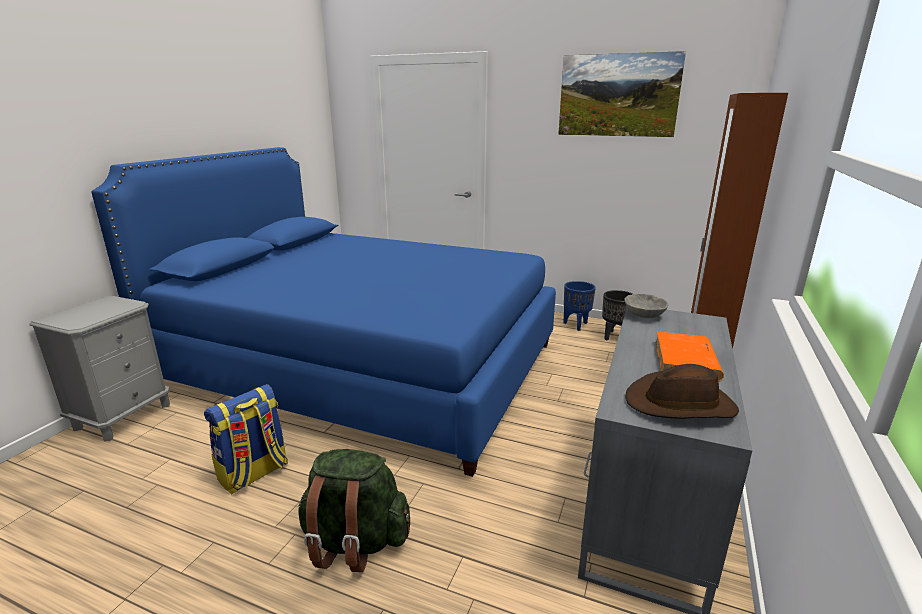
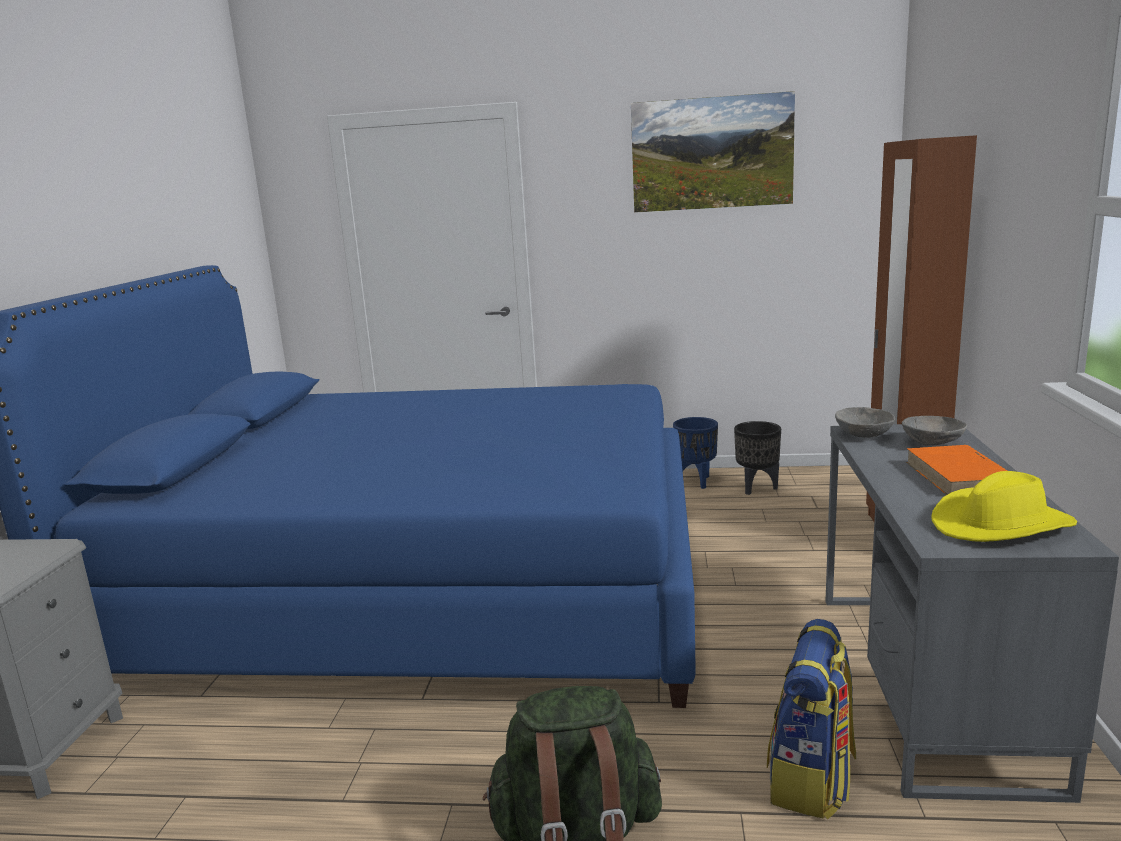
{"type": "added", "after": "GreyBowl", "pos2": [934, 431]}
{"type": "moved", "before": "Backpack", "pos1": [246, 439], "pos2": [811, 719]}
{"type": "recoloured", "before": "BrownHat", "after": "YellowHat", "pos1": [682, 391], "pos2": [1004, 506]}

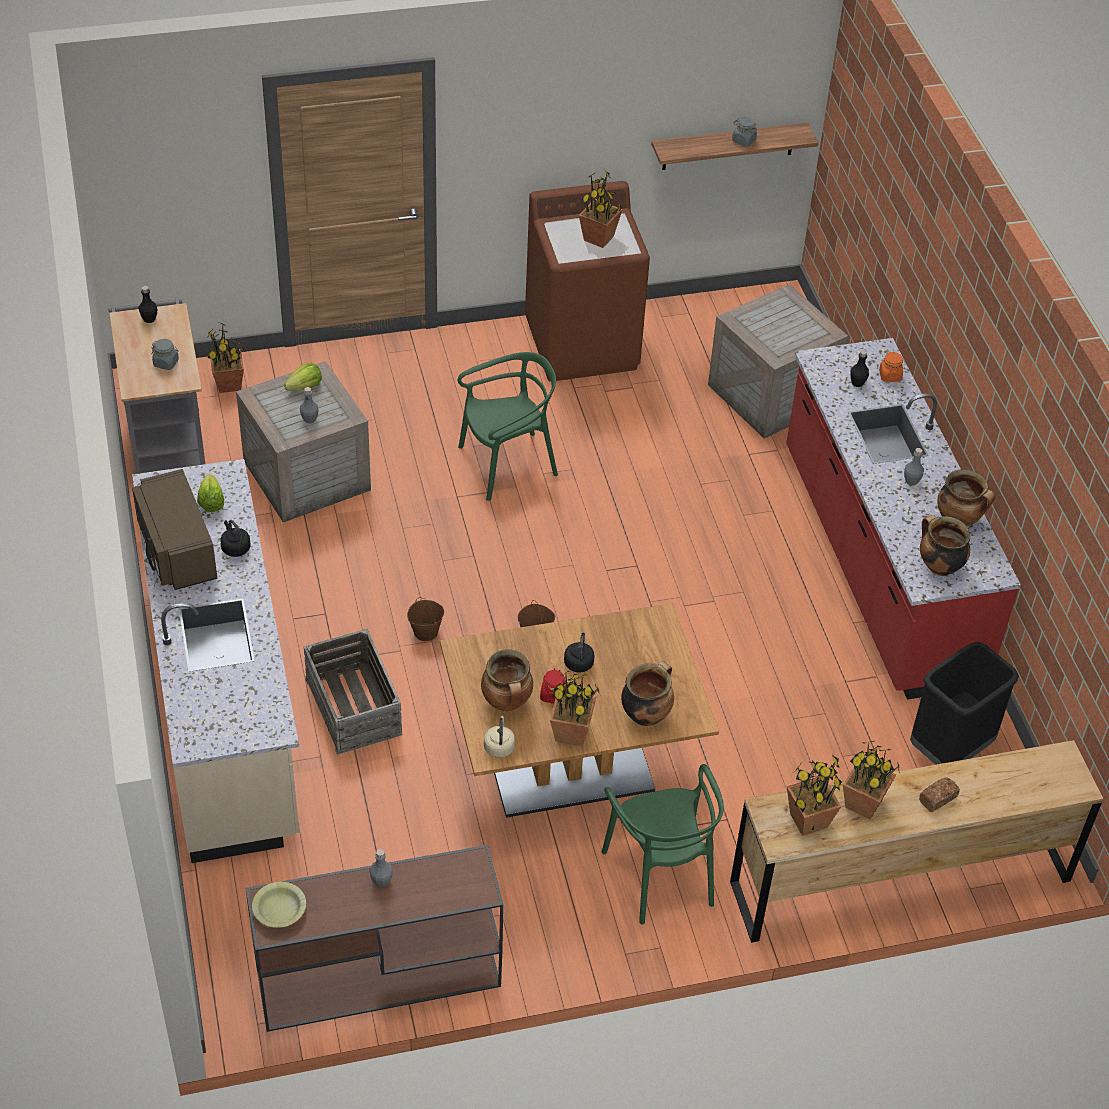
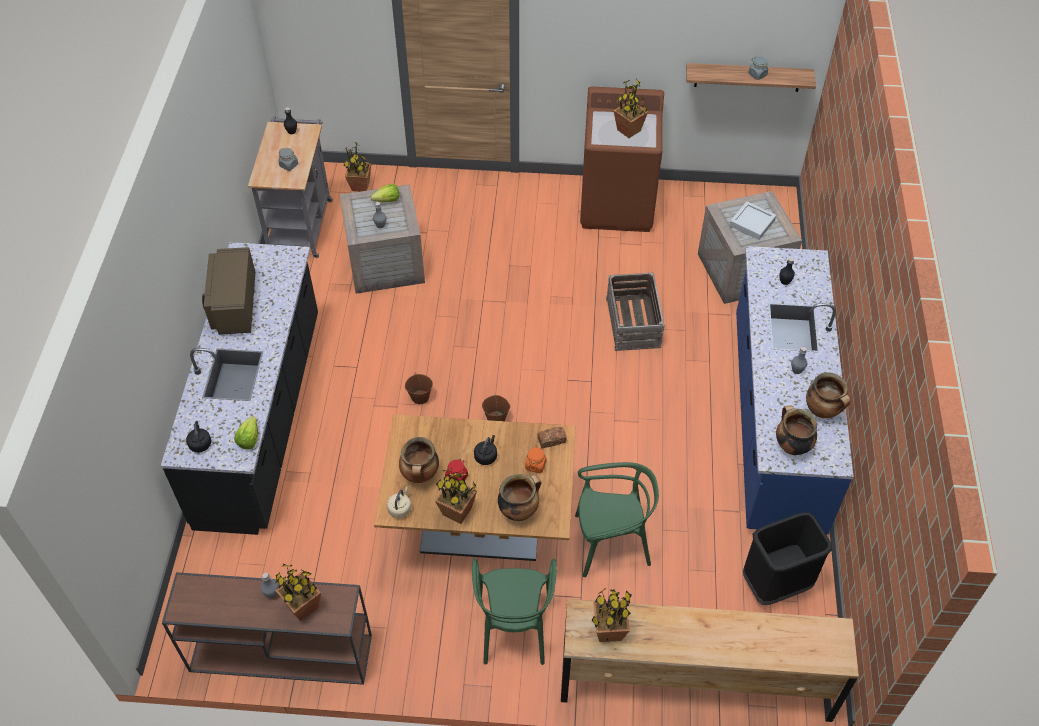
{"type": "removed", "before": "YellowBowl", "pos1": [279, 905]}
{"type": "added", "after": "GreyTray", "pos2": [753, 220]}
{"type": "moved", "before": "Lettuce", "pos1": [210, 493], "pos2": [246, 432]}
{"type": "moved", "before": "BlackKettle", "pos1": [235, 538], "pos2": [198, 437]}
{"type": "moved", "before": "Crate", "pos1": [353, 692], "pos2": [635, 311]}
{"type": "moved", "before": "GreenChair", "pos1": [508, 426], "pos2": [617, 519]}
{"type": "moved", "before": "PottedPlant", "pos1": [871, 780], "pos2": [298, 592]}
{"type": "moved", "before": "OrangeJar", "pos1": [891, 366], "pos2": [535, 459]}
{"type": "moved", "before": "Bread", "pos1": [939, 795], "pos2": [552, 438]}
{"type": "recoloured", "before": "BeigeCounter", "after": "BlackCounter", "pos1": [215, 661], "pos2": [239, 388]}
{"type": "recoloured", "before": "RedCounter", "after": "BlueCounter", "pos1": [903, 519], "pos2": [795, 390]}

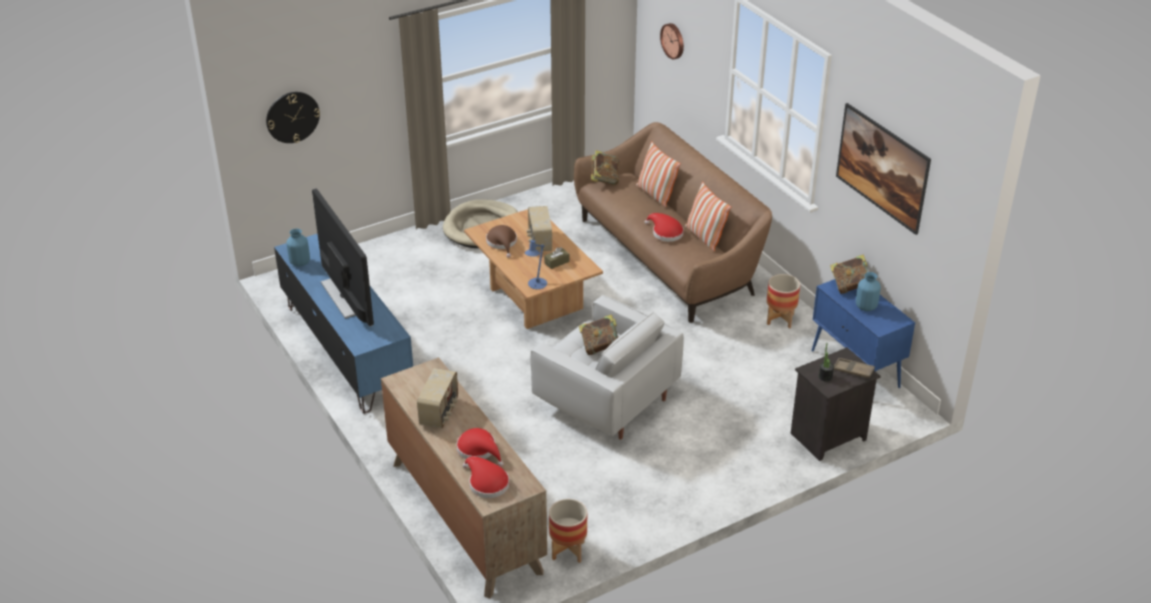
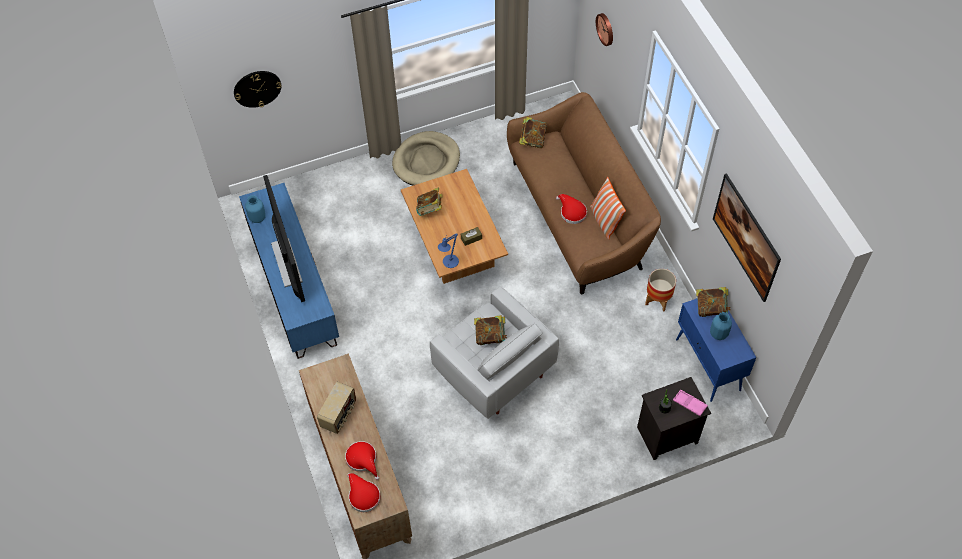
{"type": "removed", "before": "Radio", "pos1": [539, 229]}
{"type": "removed", "before": "Planter", "pos1": [568, 531]}
{"type": "removed", "before": "Pillow", "pos1": [658, 174]}
{"type": "replaced", "before": "BrownHat", "after": "Book", "pos1": [501, 241], "pos2": [429, 201]}
{"type": "recoloured", "before": "BrownTray", "after": "PinkTray", "pos1": [854, 368], "pos2": [690, 403]}

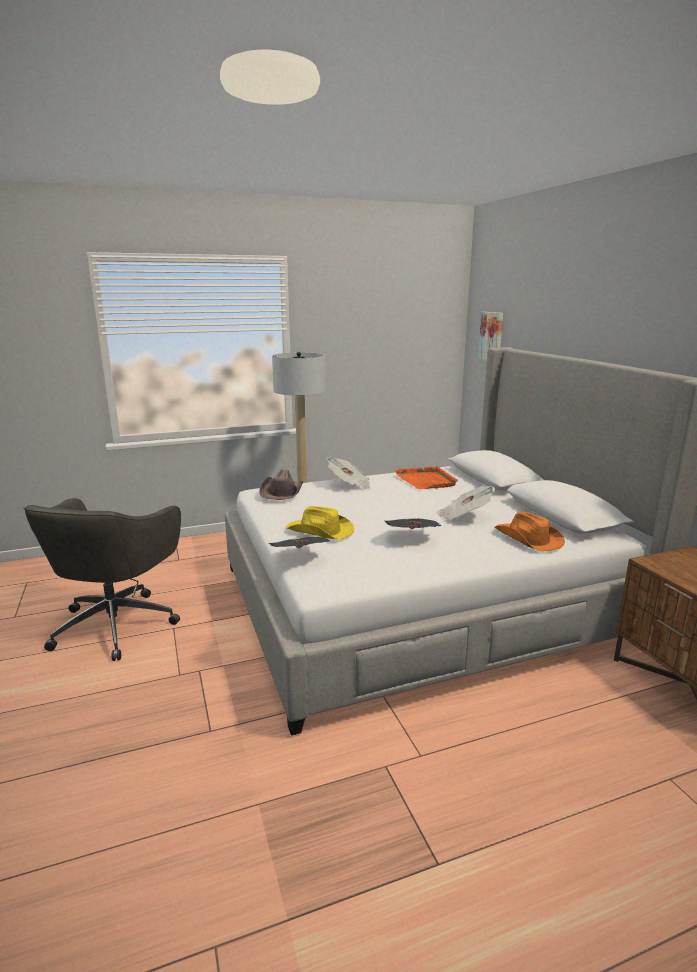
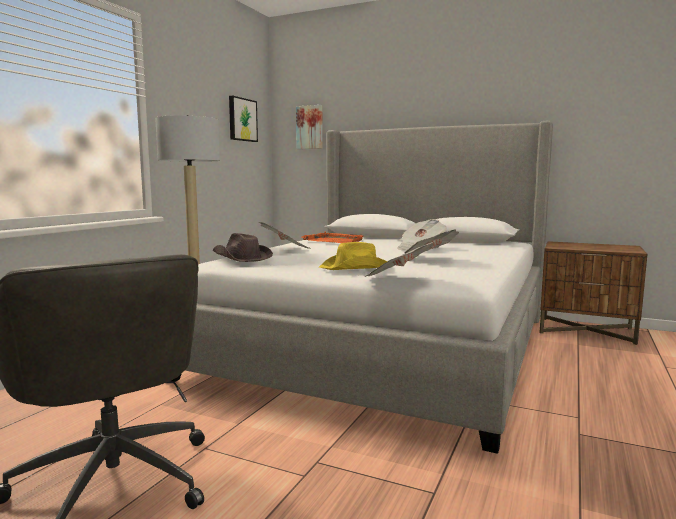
{"type": "removed", "before": "OrangeHat", "pos1": [530, 531]}
{"type": "added", "after": "Picture", "pos2": [243, 119]}

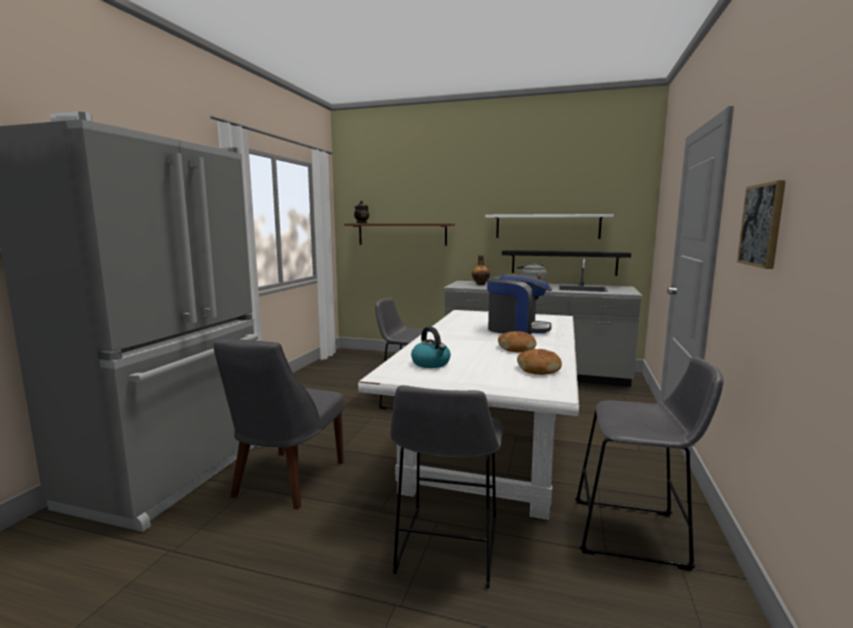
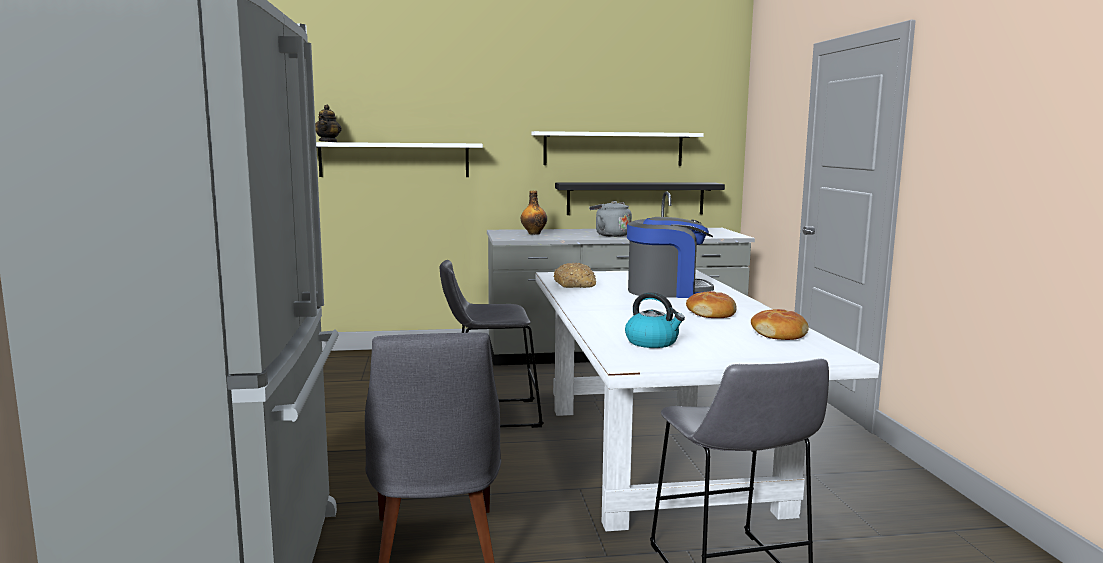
{"type": "removed", "before": "GreyStool", "pos1": [649, 464]}
{"type": "removed", "before": "Picture", "pos1": [761, 224]}
{"type": "added", "after": "Bread", "pos2": [575, 275]}
{"type": "recoloured", "before": "BrownShelf", "after": "WhiteShelf", "pos1": [399, 234], "pos2": [399, 159]}

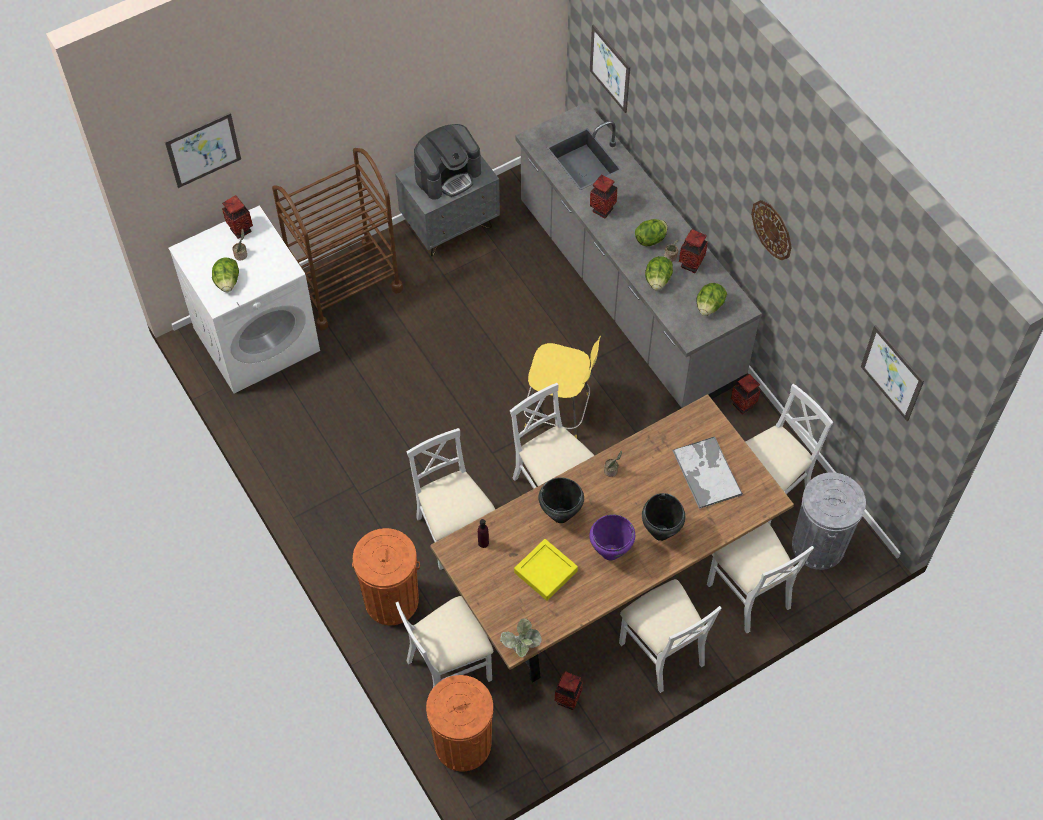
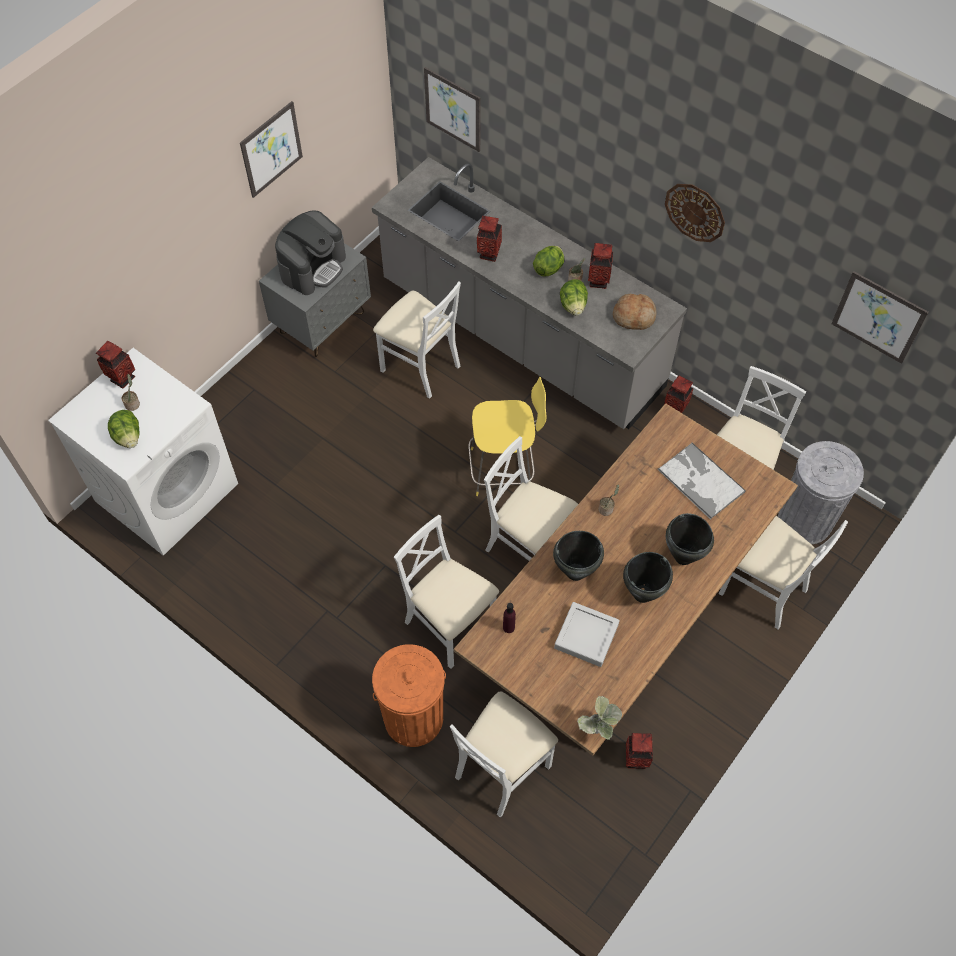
{"type": "removed", "before": "BrownCart", "pos1": [337, 239]}
{"type": "removed", "before": "OrangeTrashCan", "pos1": [459, 723]}
{"type": "moved", "before": "Picture", "pos1": [203, 150], "pos2": [271, 149]}
{"type": "moved", "before": "WhiteChair", "pos1": [670, 636], "pos2": [417, 340]}
{"type": "replaced", "before": "Lettuce", "after": "Bread", "pos1": [711, 299], "pos2": [634, 312]}
{"type": "recoloured", "before": "YellowTray", "after": "GreyTray", "pos1": [546, 570], "pos2": [587, 634]}
{"type": "recoloured", "before": "PurpleCookingPot", "after": "BlackCookingPot", "pos1": [612, 537], "pos2": [648, 577]}

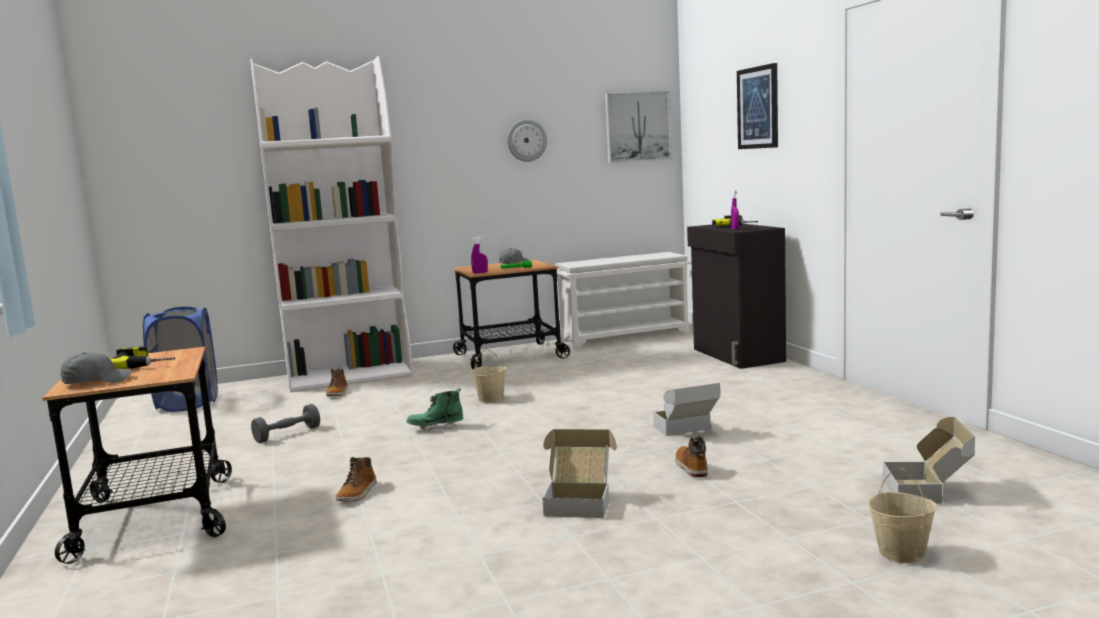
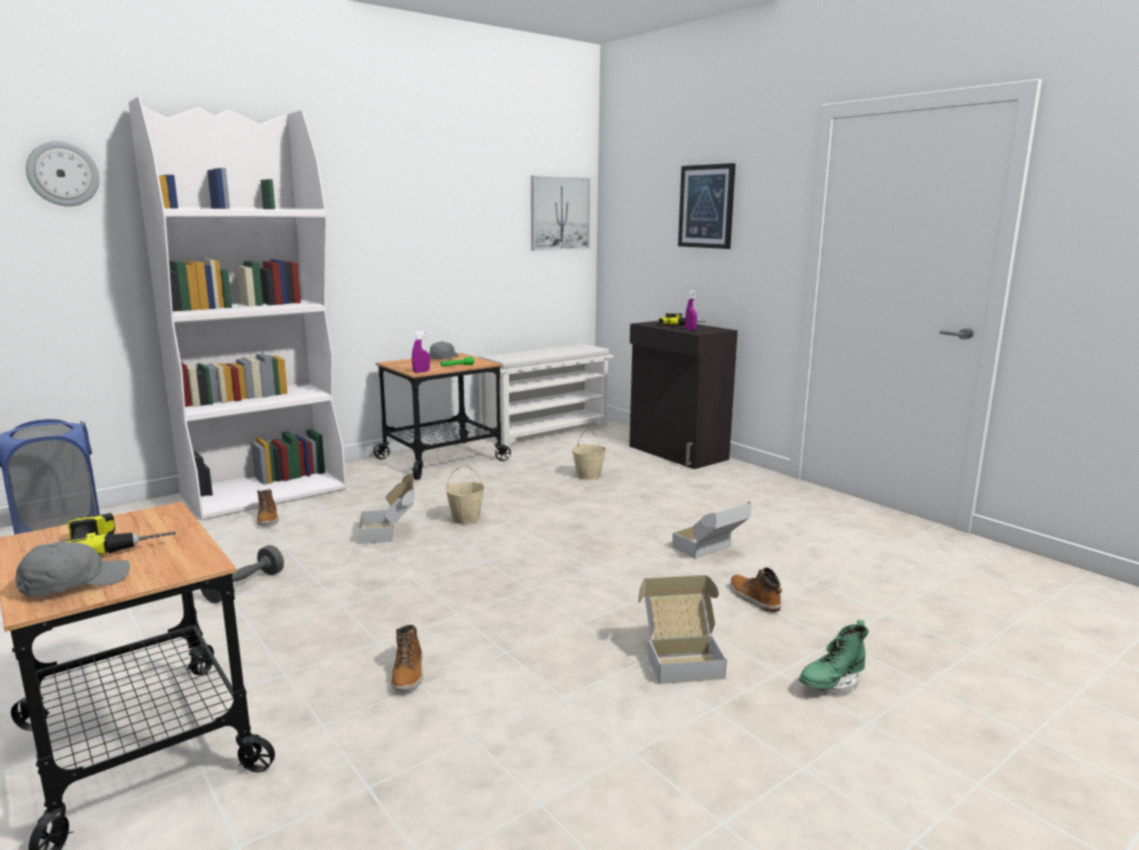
{"type": "moved", "before": "GreenBoot", "pos1": [434, 409], "pos2": [834, 657]}
{"type": "moved", "before": "WallClock", "pos1": [527, 140], "pos2": [63, 173]}
{"type": "moved", "before": "BeigeBucket", "pos1": [902, 515], "pos2": [589, 454]}
{"type": "moved", "before": "CardboardBox", "pos1": [929, 460], "pos2": [386, 509]}

